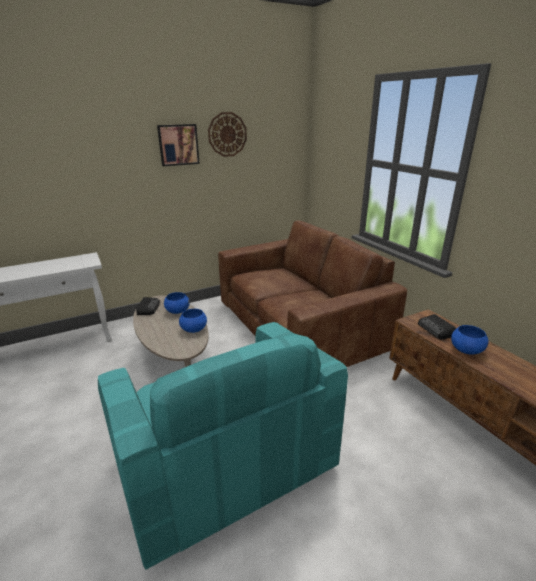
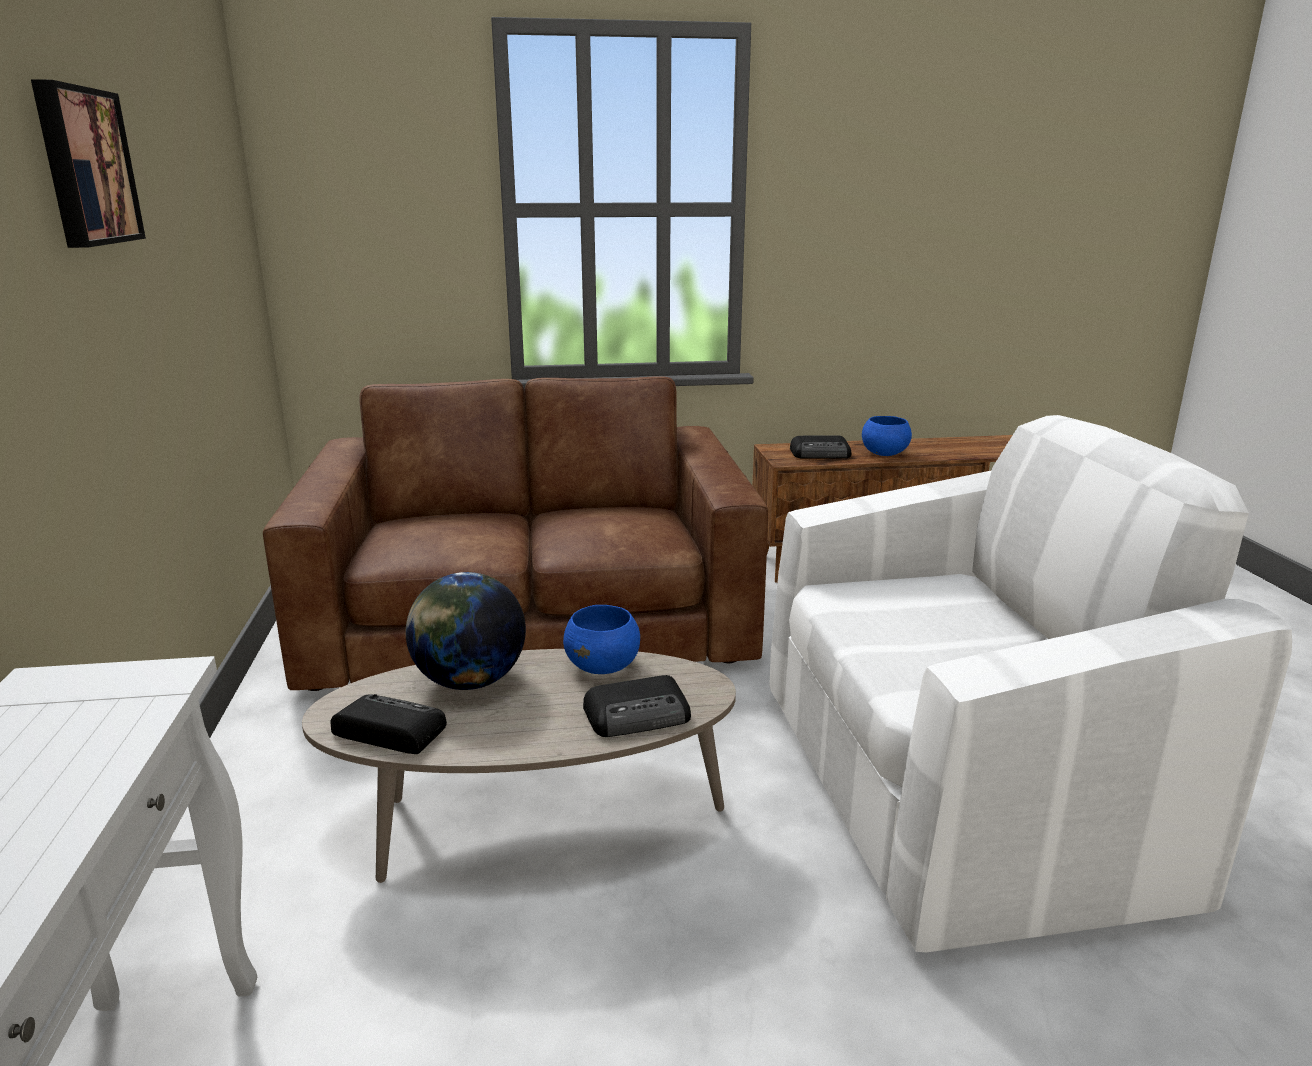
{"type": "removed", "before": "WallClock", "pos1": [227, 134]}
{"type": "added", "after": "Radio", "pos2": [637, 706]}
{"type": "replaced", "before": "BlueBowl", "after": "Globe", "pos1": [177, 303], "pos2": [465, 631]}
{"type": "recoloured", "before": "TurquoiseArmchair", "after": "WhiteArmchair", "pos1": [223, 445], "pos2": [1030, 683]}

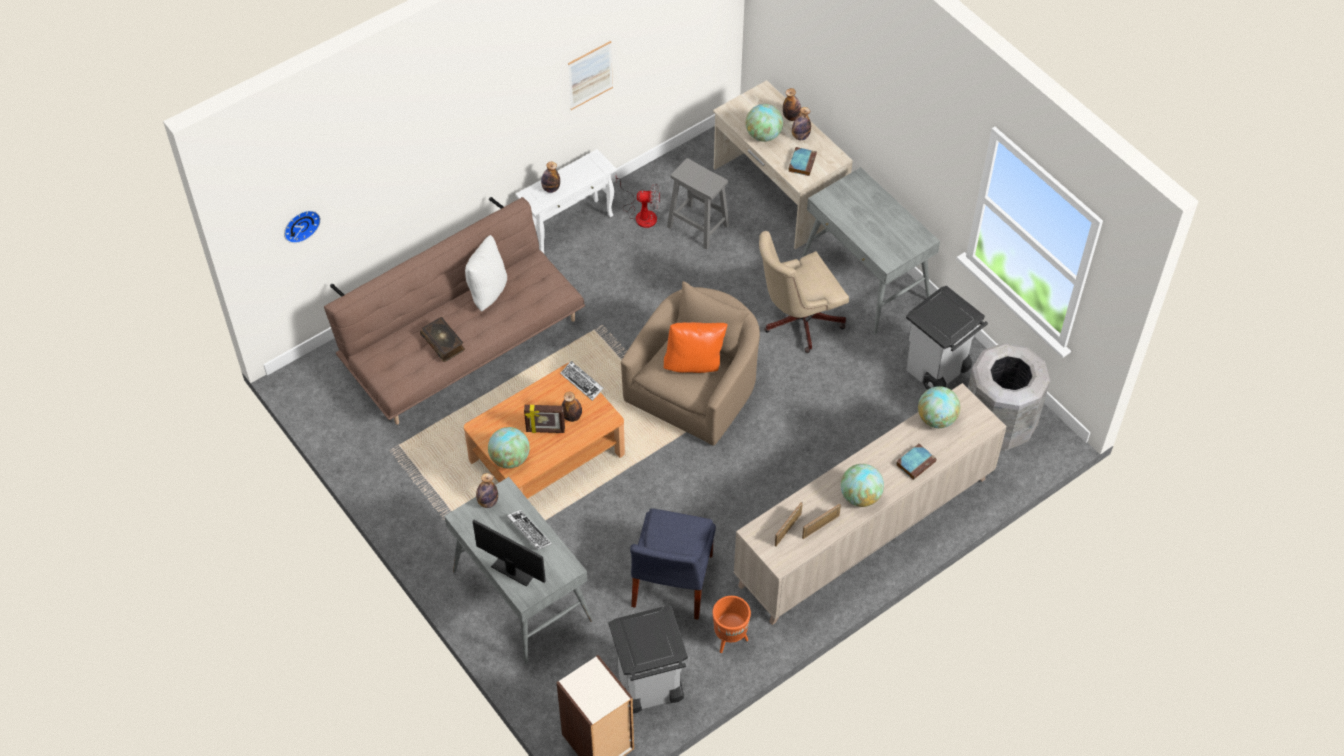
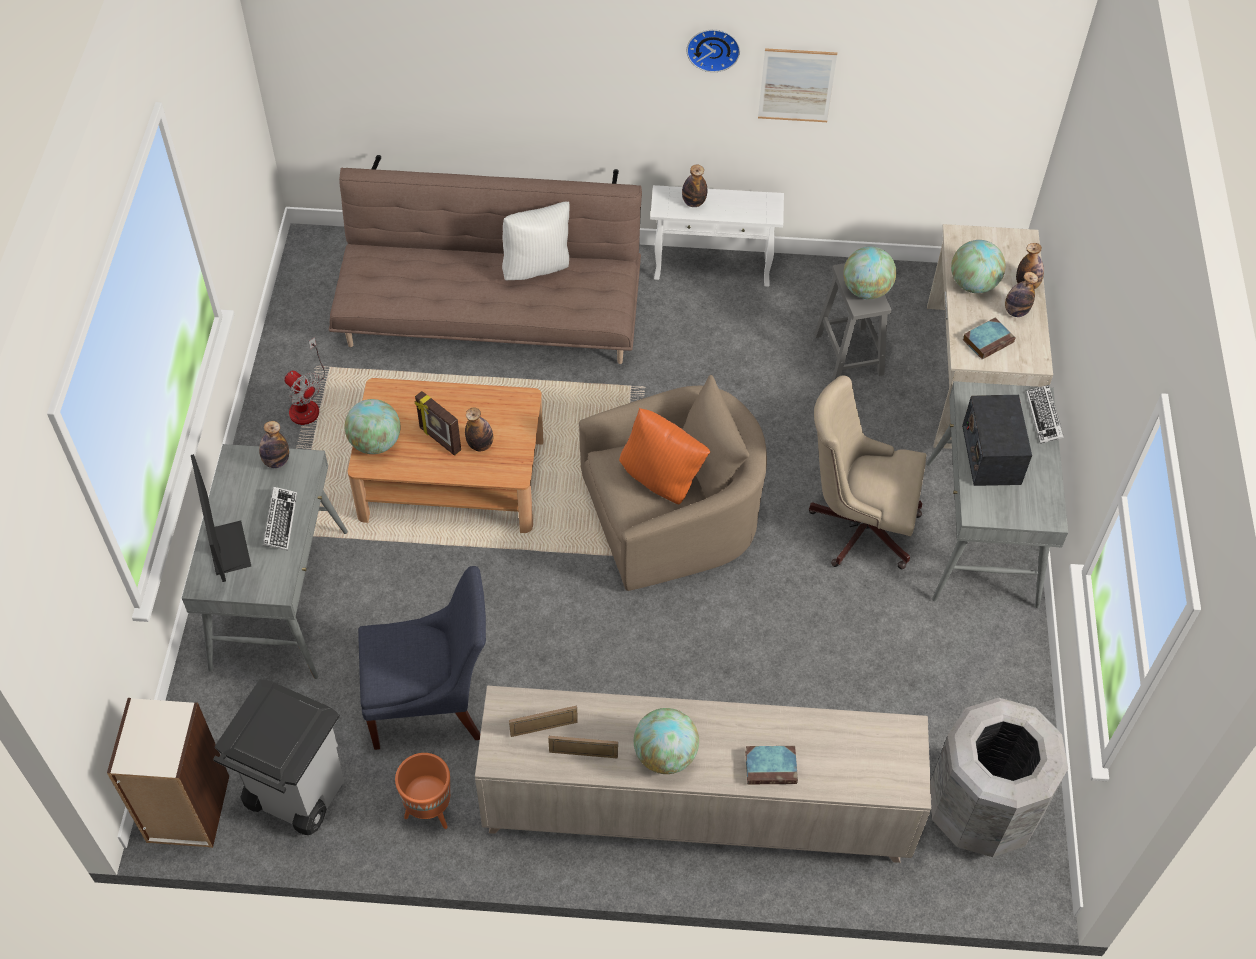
{"type": "removed", "before": "Book", "pos1": [442, 339]}
{"type": "removed", "before": "GreyTrashCan", "pos1": [947, 337]}
{"type": "added", "after": "Radio", "pos2": [997, 440]}
{"type": "moved", "before": "WallClock", "pos1": [302, 226], "pos2": [713, 50]}
{"type": "moved", "before": "Keyboard", "pos1": [582, 381], "pos2": [1045, 414]}
{"type": "moved", "before": "Fan", "pos1": [638, 203], "pos2": [304, 381]}
{"type": "moved", "before": "Globe", "pos1": [939, 407], "pos2": [869, 272]}
{"type": "turned", "before": "BlueChair", "pos1": [673, 564], "pos2": [422, 658], "turn": -150}

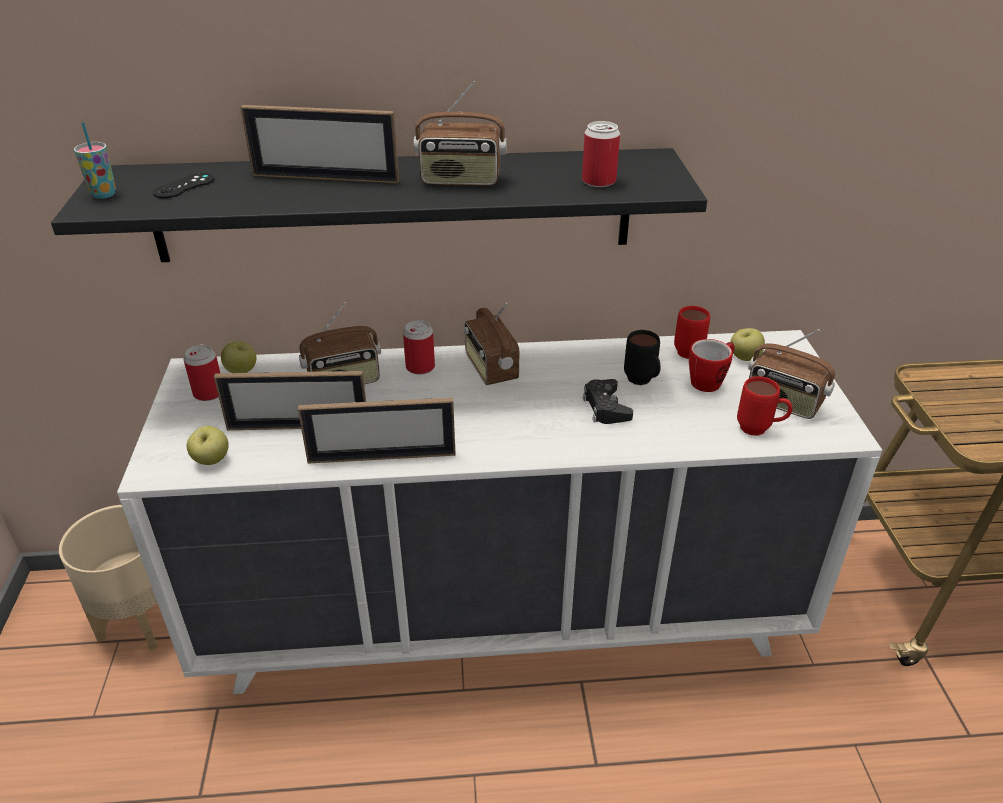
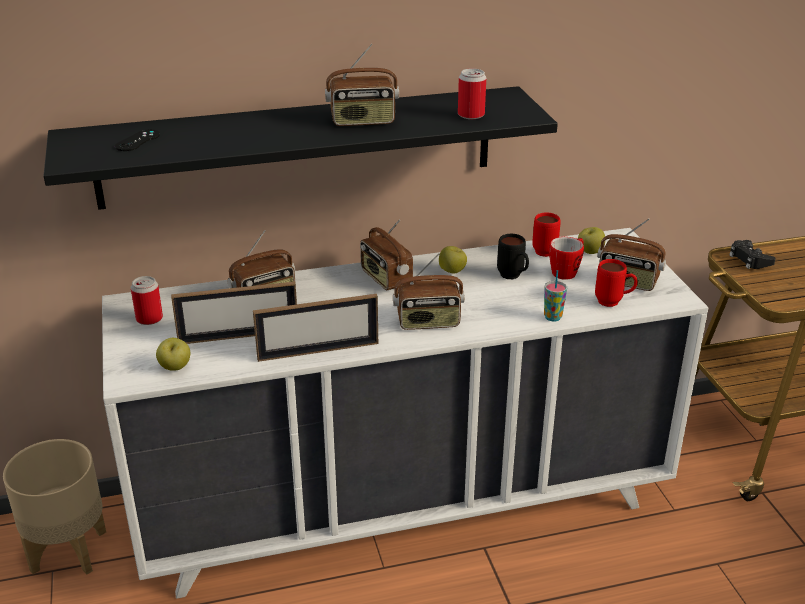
{"type": "removed", "before": "PictureFrame", "pos1": [319, 144]}
{"type": "removed", "before": "Can", "pos1": [419, 347]}
{"type": "added", "after": "Radio", "pos2": [429, 291]}
{"type": "moved", "before": "Cup", "pos1": [95, 160], "pos2": [555, 296]}
{"type": "moved", "before": "Apple", "pos1": [239, 357], "pos2": [453, 260]}
{"type": "moved", "before": "BlackGameController", "pos1": [608, 401], "pos2": [752, 254]}

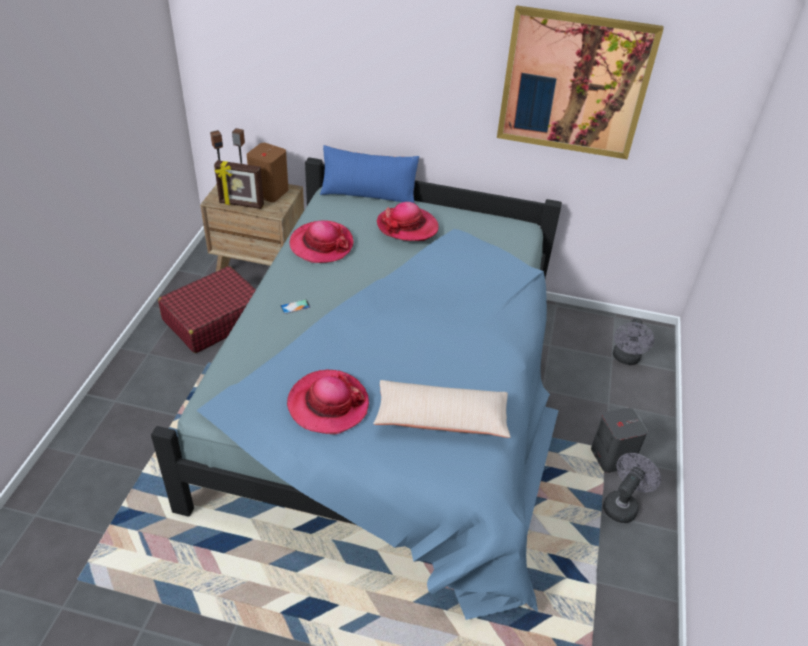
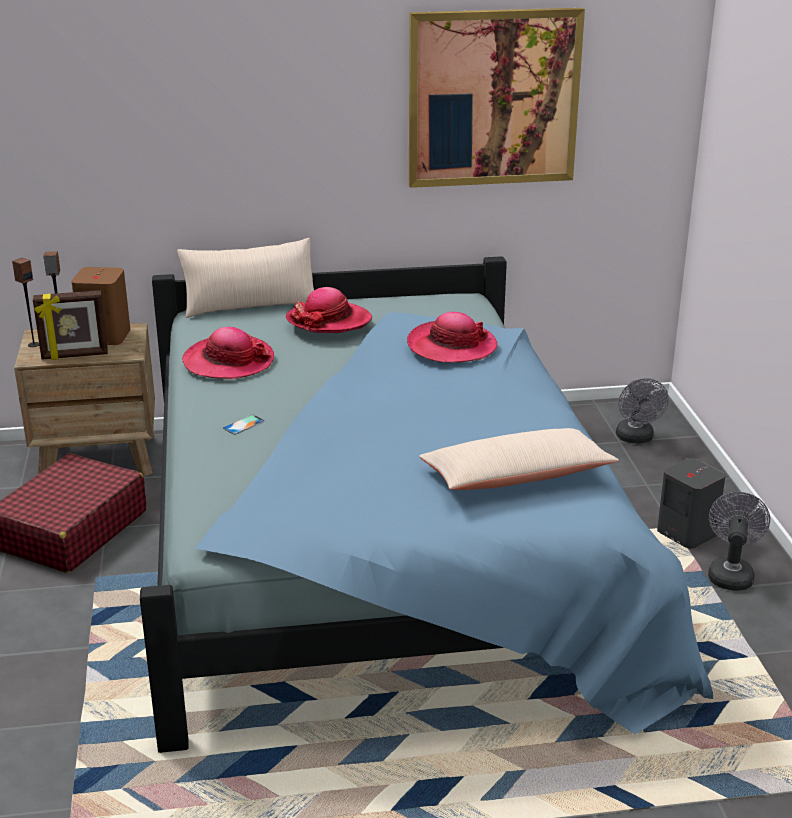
{"type": "moved", "before": "Hat", "pos1": [328, 402], "pos2": [452, 337]}
{"type": "recoloured", "before": "BluePillow", "after": "BeigePillow", "pos1": [369, 174], "pos2": [245, 278]}

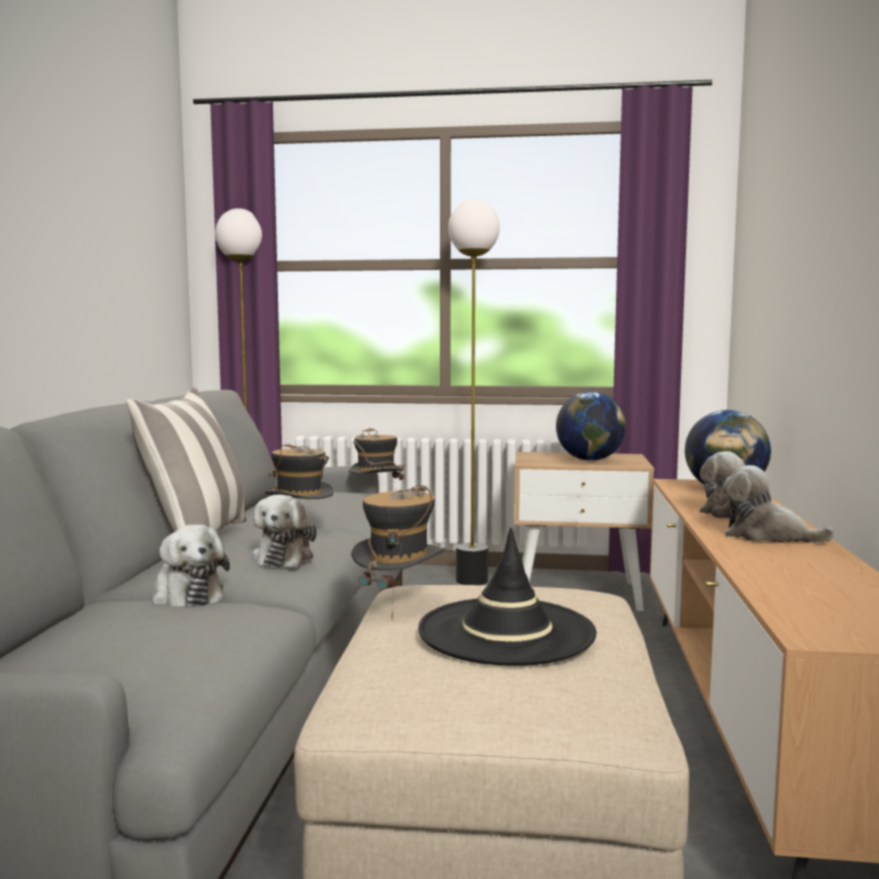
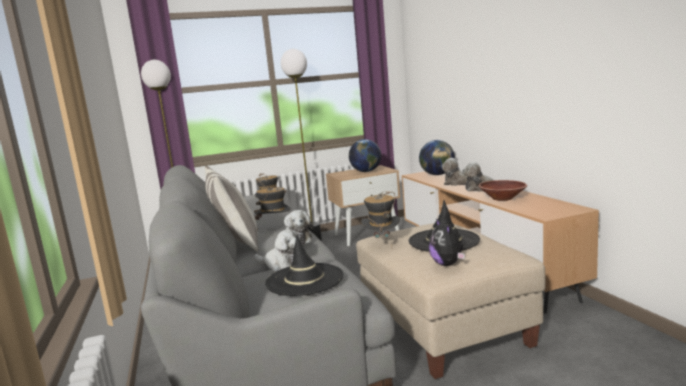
{"type": "added", "after": "BlackHat", "pos2": [304, 265]}
{"type": "added", "after": "PlushToy", "pos2": [447, 242]}
{"type": "added", "after": "BrownBowl", "pos2": [502, 190]}

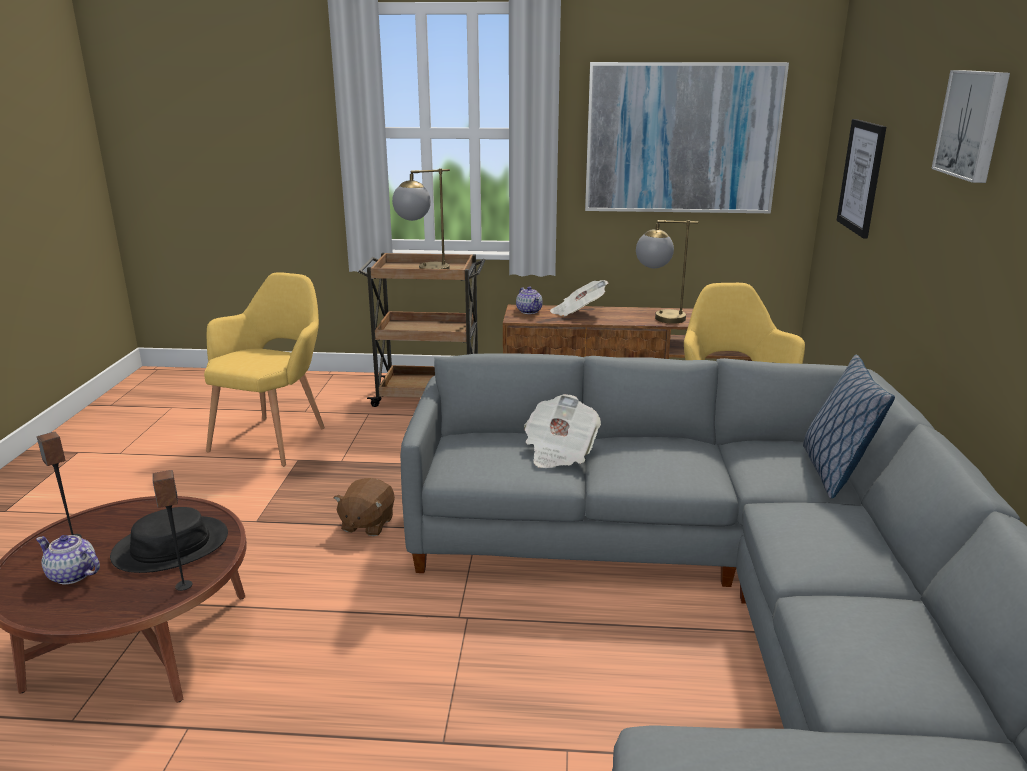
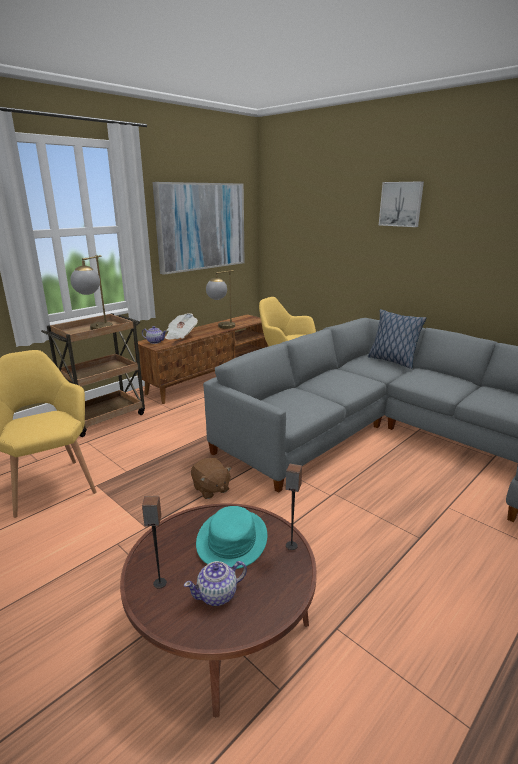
{"type": "removed", "before": "Newspaper", "pos1": [562, 431]}
{"type": "removed", "before": "Picture", "pos1": [861, 178]}
{"type": "recoloured", "before": "BlackHat", "after": "TurquoiseHat", "pos1": [169, 540], "pos2": [231, 537]}

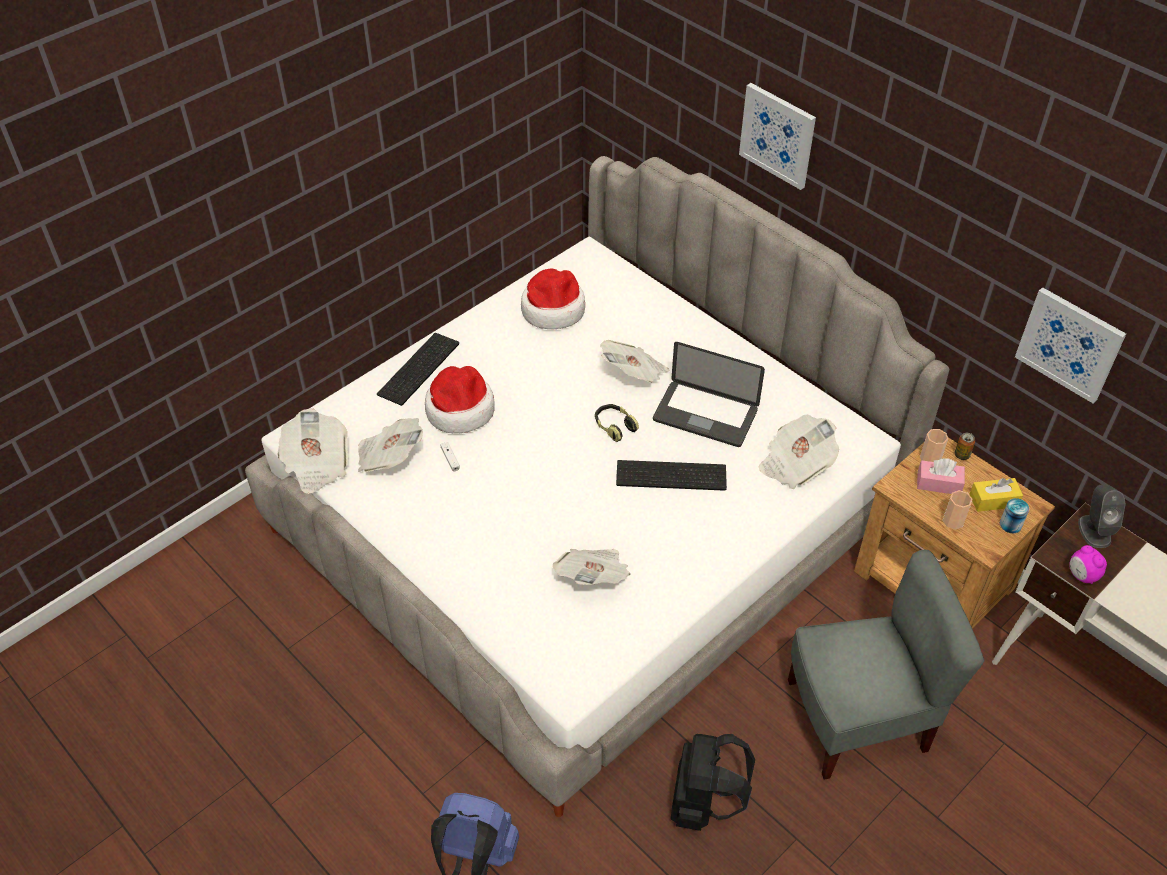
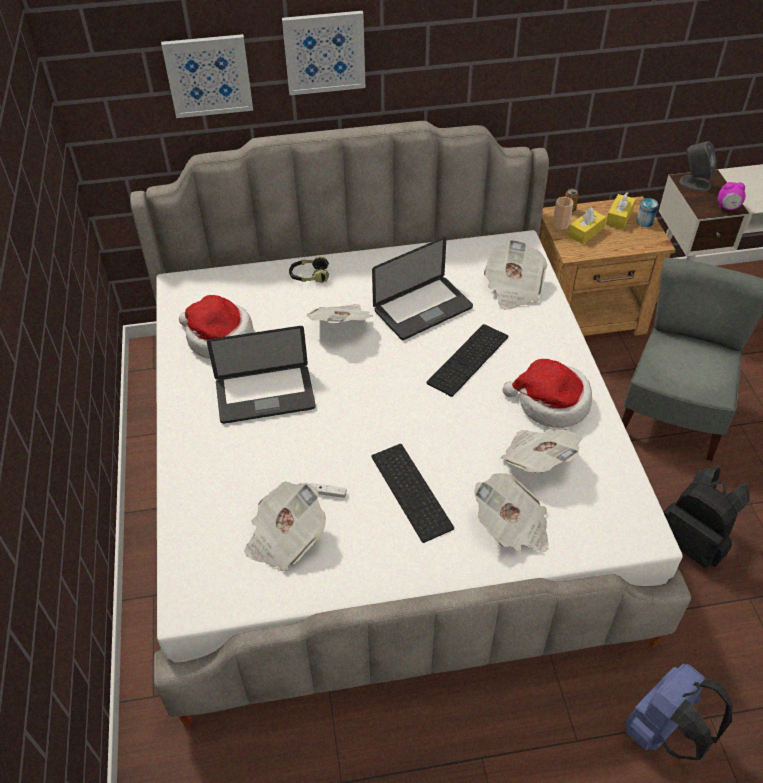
{"type": "removed", "before": "Cup", "pos1": [957, 509]}
{"type": "added", "after": "Laptop", "pos2": [261, 375]}
{"type": "moved", "before": "Newspaper", "pos1": [312, 451], "pos2": [511, 512]}
{"type": "moved", "before": "Keyboard", "pos1": [418, 369], "pos2": [412, 493]}
{"type": "moved", "before": "Hat", "pos1": [460, 399], "pos2": [547, 393]}
{"type": "moved", "before": "Headphones", "pos1": [617, 423], "pos2": [309, 269]}
{"type": "moved", "before": "Picture", "pos1": [1070, 345], "pos2": [207, 76]}
{"type": "recoloured", "before": "PinkTissueBox", "after": "YellowTissueBox", "pos1": [941, 476], "pos2": [587, 225]}

